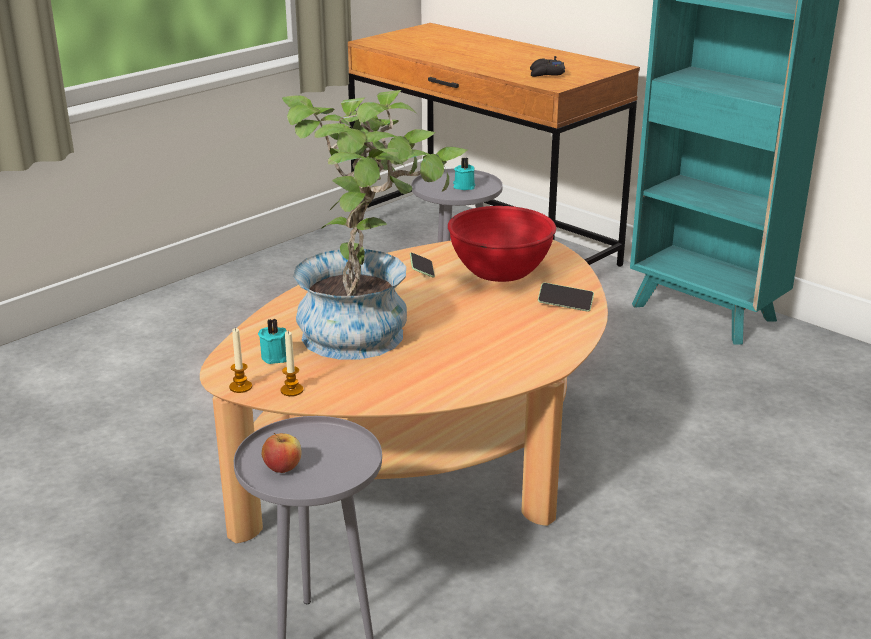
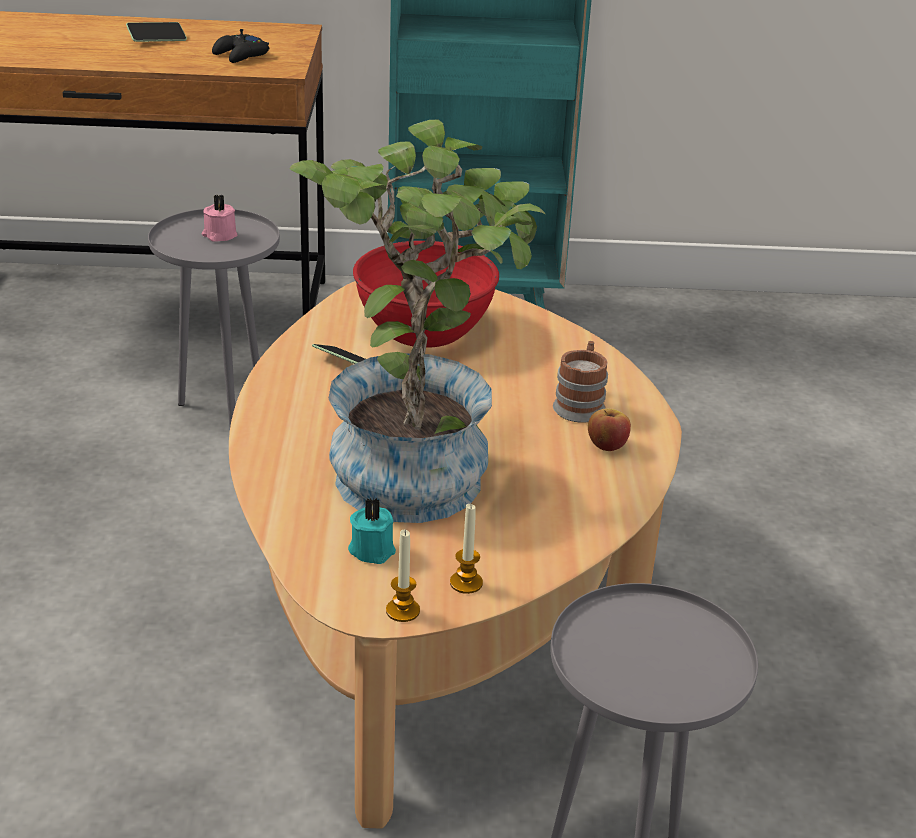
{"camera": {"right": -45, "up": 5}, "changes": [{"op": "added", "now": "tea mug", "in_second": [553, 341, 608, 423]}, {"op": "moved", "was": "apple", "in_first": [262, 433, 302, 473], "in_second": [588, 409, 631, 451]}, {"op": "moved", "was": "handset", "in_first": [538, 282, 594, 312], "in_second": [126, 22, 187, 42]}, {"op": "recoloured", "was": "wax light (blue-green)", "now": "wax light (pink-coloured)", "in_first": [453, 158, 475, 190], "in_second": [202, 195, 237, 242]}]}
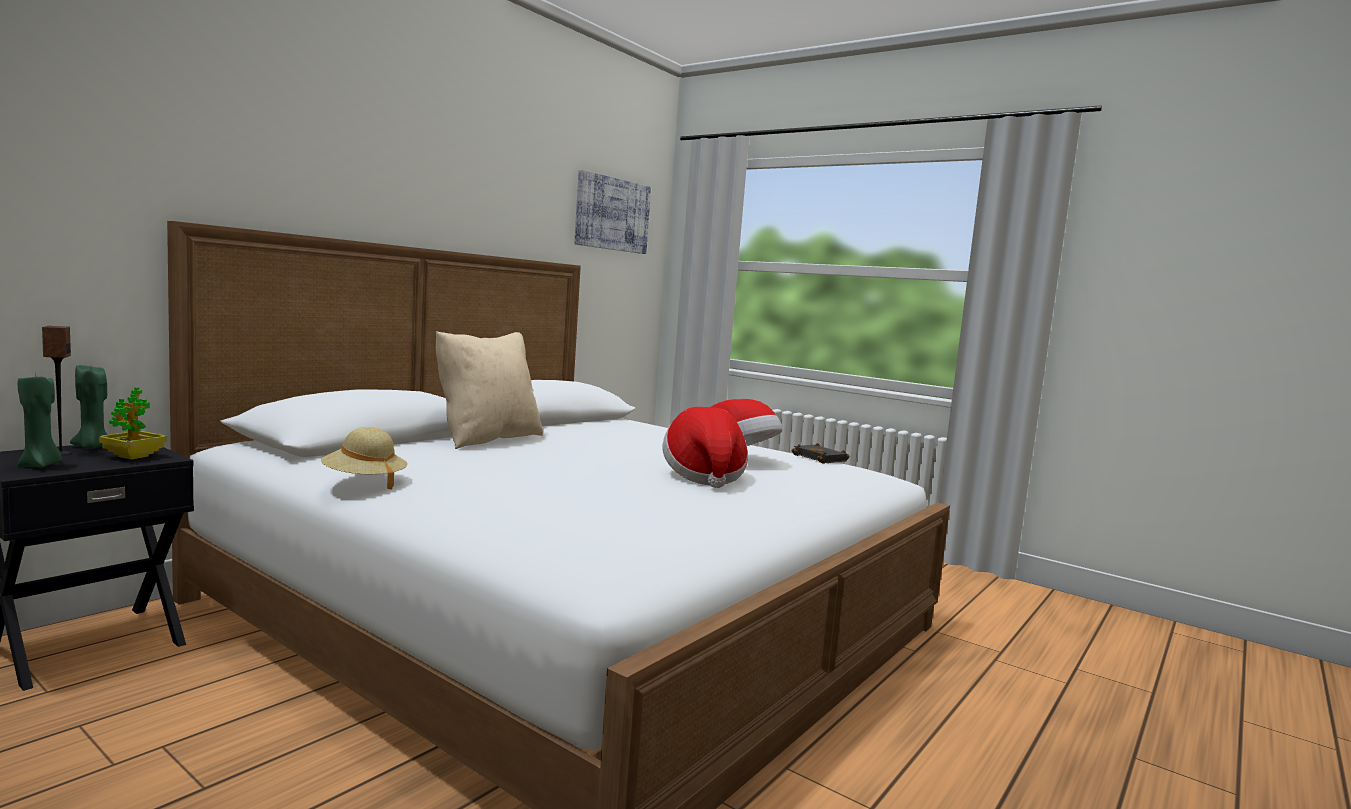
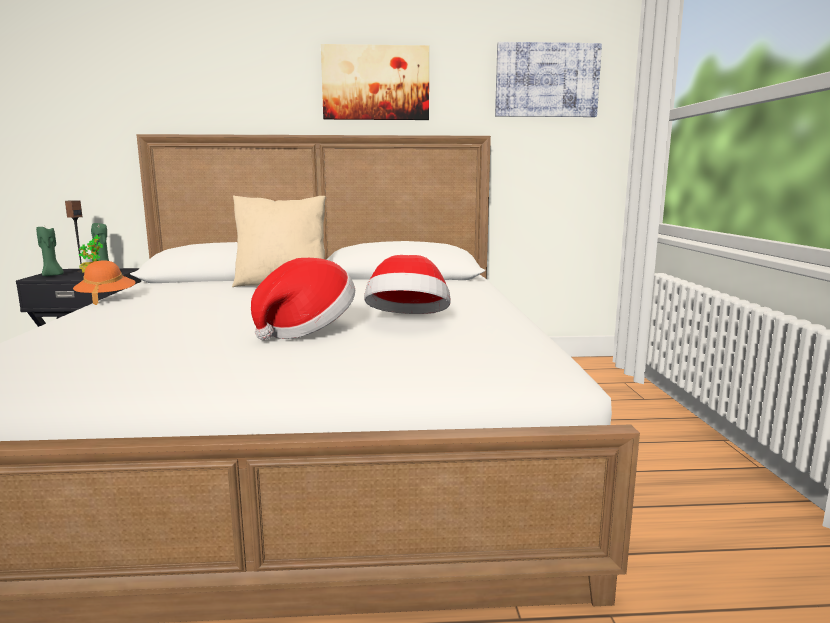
{"camera": {"right": 50, "up": 5}, "changes": [{"op": "removed", "was": "volume (black-coloured)", "in_first": [791, 443, 849, 464]}, {"op": "added", "now": "wall picture", "in_second": [321, 44, 429, 120]}, {"op": "recoloured", "was": "wearable hat (beige-coloured)", "now": "wearable hat (orangey)", "in_first": [321, 427, 408, 490], "in_second": [73, 260, 136, 305]}]}
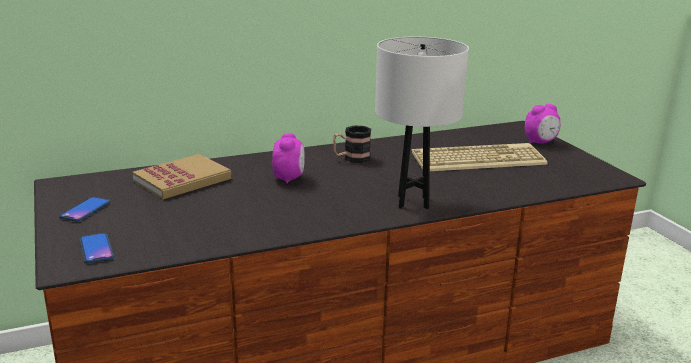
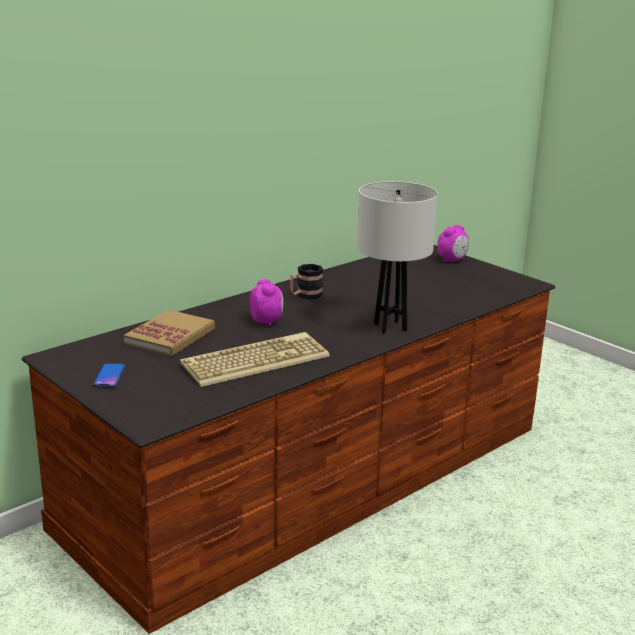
{"camera": {"right": -20, "up": 0}, "changes": [{"op": "removed", "was": "handset", "in_first": [80, 233, 114, 263]}, {"op": "moved", "was": "computer keyboard", "in_first": [412, 143, 548, 171], "in_second": [180, 332, 330, 387]}]}
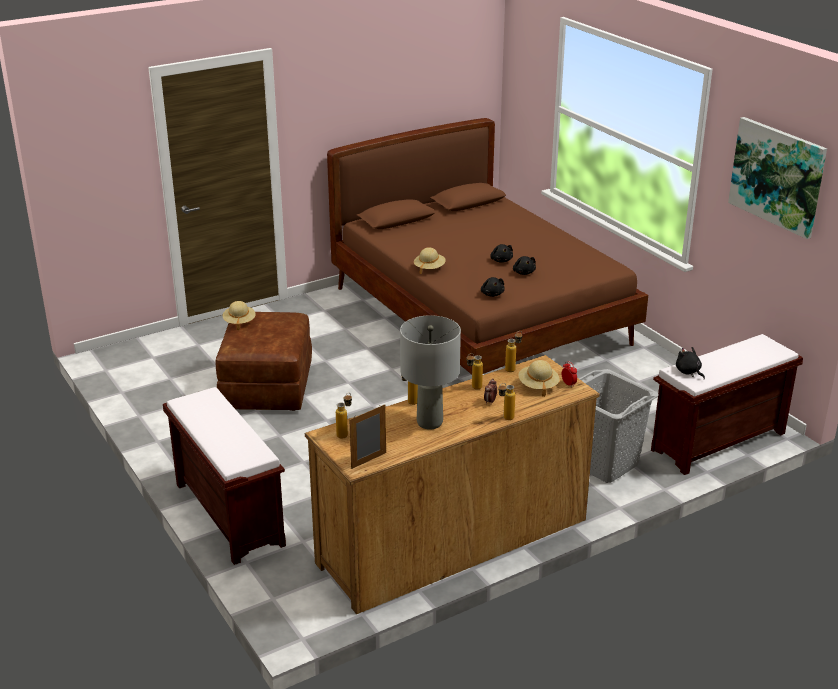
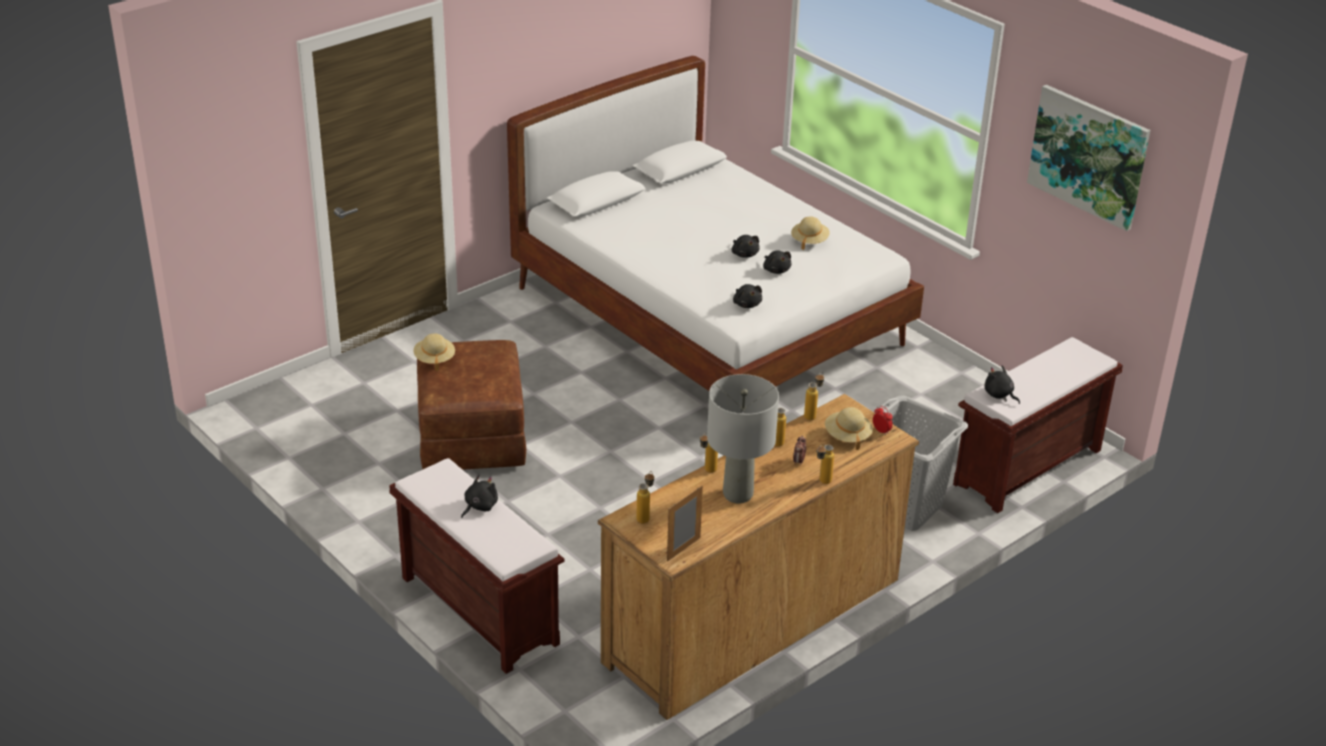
{"camera": {"right": -10, "up": 5}, "changes": [{"op": "added", "now": "plush toy (black-coloured)", "in_second": [461, 475, 498, 518]}, {"op": "moved", "was": "wearable hat (beige-coloured)", "in_first": [414, 247, 446, 274], "in_second": [791, 216, 830, 250]}, {"op": "recoloured", "was": "bedroom bed (brown)", "now": "bedroom bed (white)", "in_first": [327, 118, 648, 375], "in_second": [507, 56, 924, 391]}]}
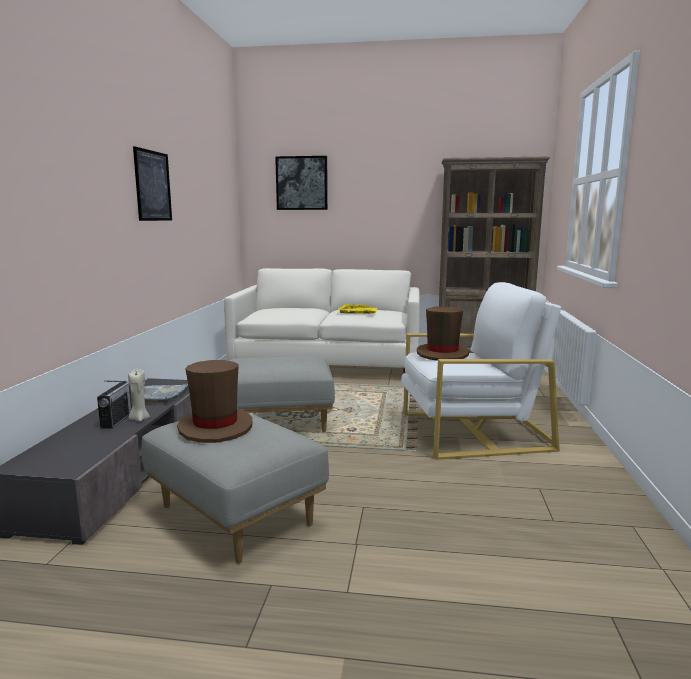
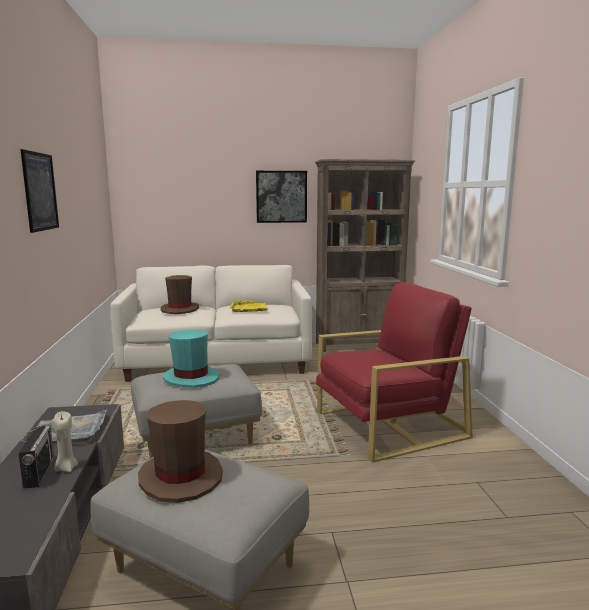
{"camera": {"right": -15, "up": 0}, "changes": [{"op": "added", "now": "wearable hat (blue-green)", "in_second": [163, 329, 219, 388]}, {"op": "moved", "was": "wall picture", "in_first": [275, 156, 328, 210], "in_second": [256, 171, 307, 223]}, {"op": "moved", "was": "wearable hat (brown)", "in_first": [417, 307, 469, 361], "in_second": [161, 275, 199, 314]}, {"op": "recoloured", "was": "lounge chair (white)", "now": "lounge chair (red-coloured)", "in_first": [401, 282, 561, 460], "in_second": [316, 282, 473, 463]}]}
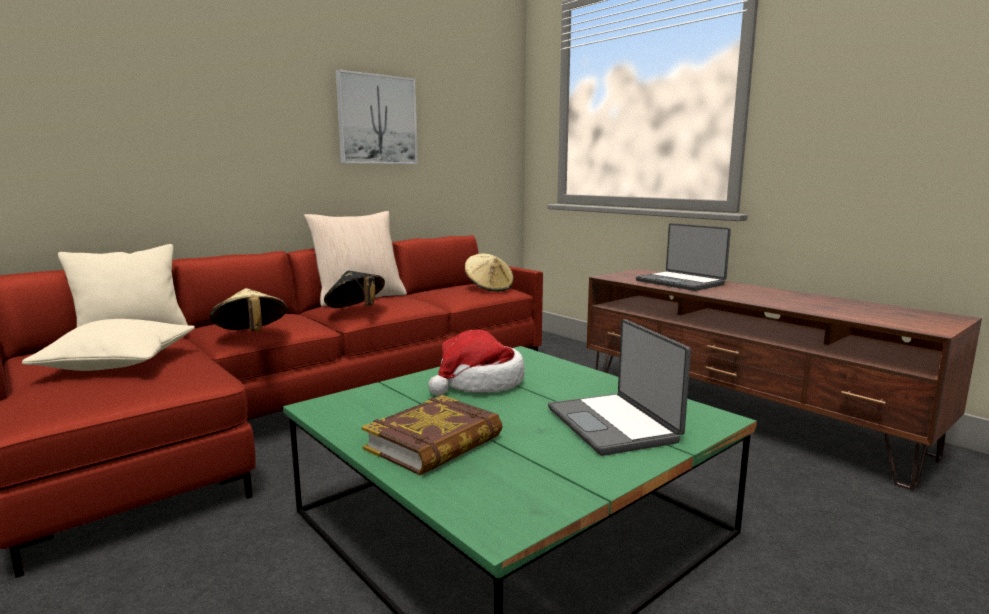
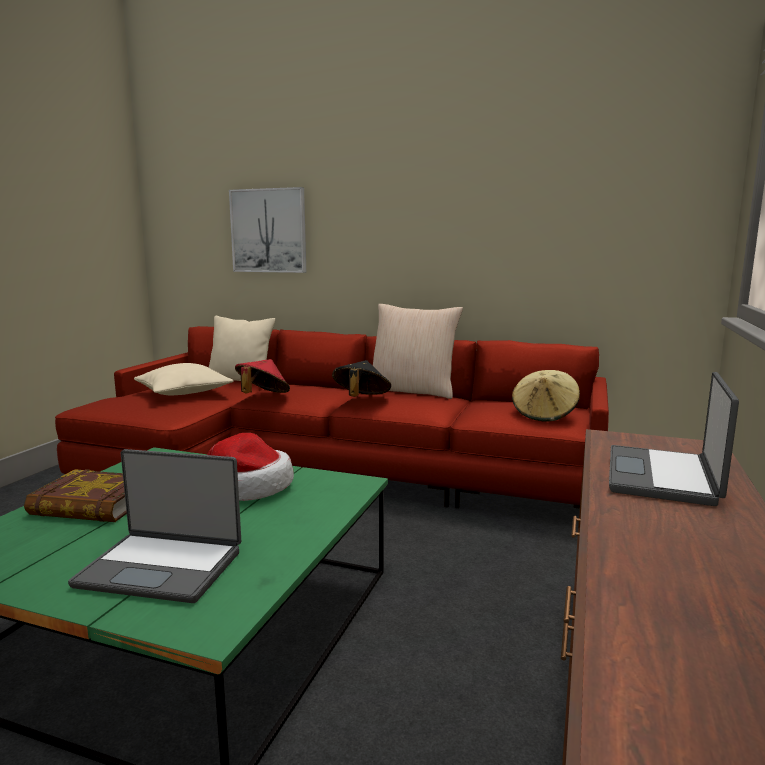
{"camera": {"right": 60, "up": 0}, "changes": [{"op": "moved", "was": "wall picture", "in_first": [335, 70, 418, 164], "in_second": [229, 187, 306, 273]}, {"op": "recoloured", "was": "wearable hat (beige-coloured)", "now": "wearable hat (red-coloured)", "in_first": [210, 288, 288, 331], "in_second": [235, 359, 290, 393]}, {"op": "turned", "was": "notebook computer", "in_first": [548, 319, 691, 456], "in_second": [68, 449, 241, 603], "clockwise": -120}]}
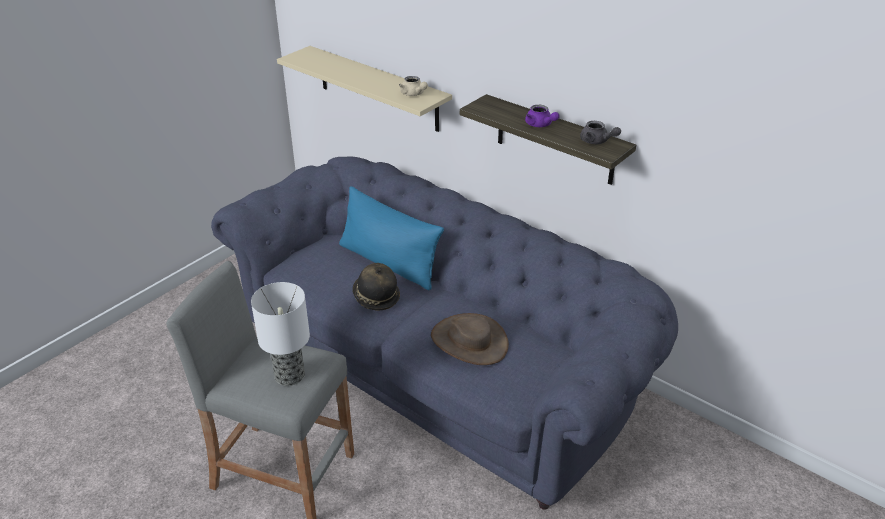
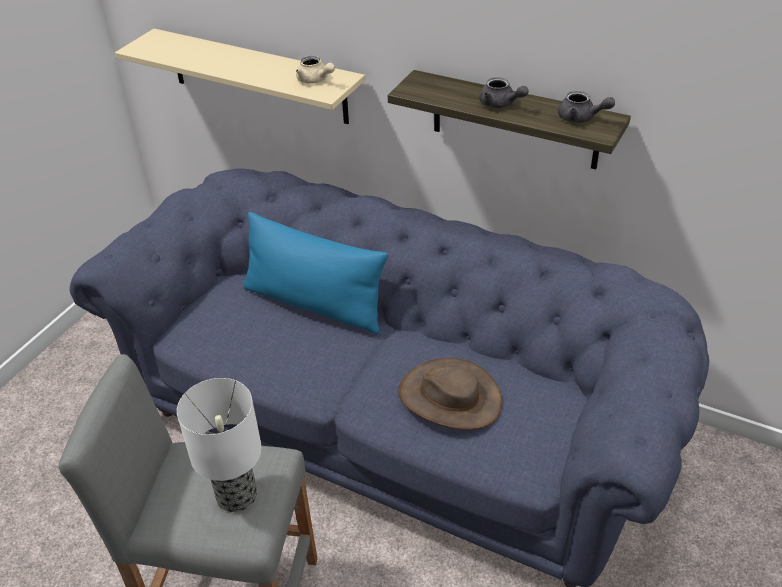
{"camera": {"right": -10, "up": 5}, "changes": [{"op": "removed", "was": "wearable hat", "in_first": [353, 263, 400, 311]}, {"op": "recoloured", "was": "teapot (purple)", "now": "teapot (greyish)", "in_first": [525, 105, 559, 127], "in_second": [479, 77, 529, 108]}]}
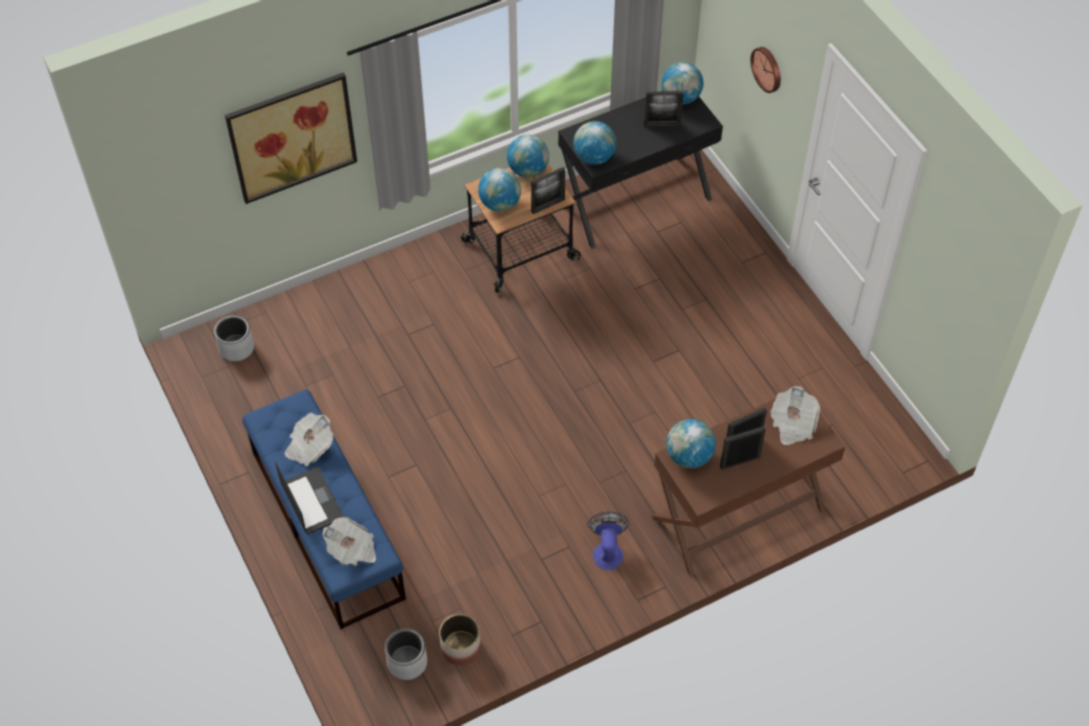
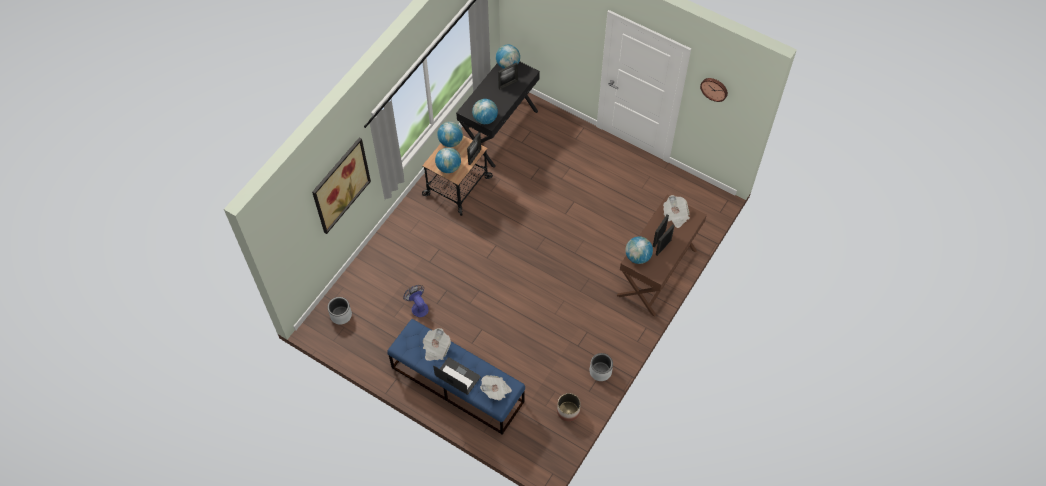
{"camera": {"right": -30, "up": 5}, "changes": [{"op": "moved", "was": "plant pot (greyish)", "in_first": [385, 628, 427, 680], "in_second": [590, 353, 613, 381]}, {"op": "moved", "was": "electric fan", "in_first": [587, 511, 629, 570], "in_second": [403, 285, 429, 317]}, {"op": "moved", "was": "wall clock", "in_first": [751, 47, 781, 93], "in_second": [700, 78, 728, 102]}]}
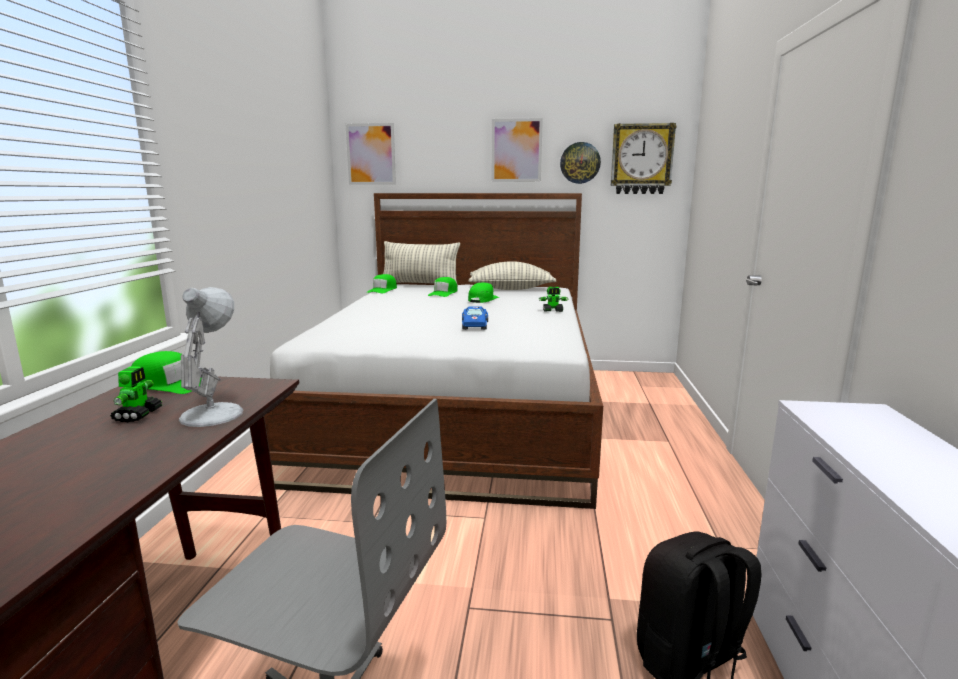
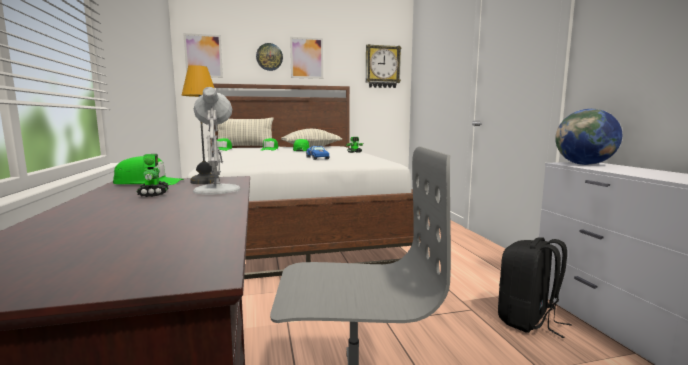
{"camera": {"right": -20, "up": -5}, "changes": [{"op": "added", "now": "lamp for a table", "in_second": [182, 65, 220, 184]}, {"op": "added", "now": "globe", "in_second": [555, 109, 622, 165]}, {"op": "moved", "was": "wall clock", "in_first": [560, 142, 601, 184], "in_second": [256, 43, 283, 71]}]}
